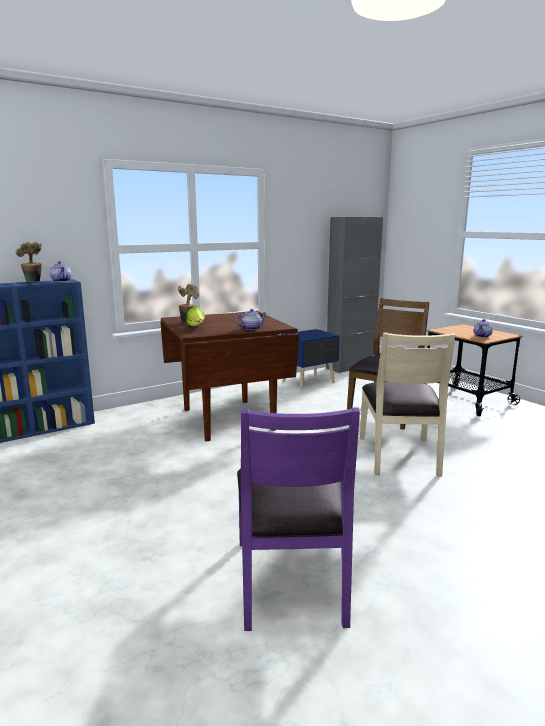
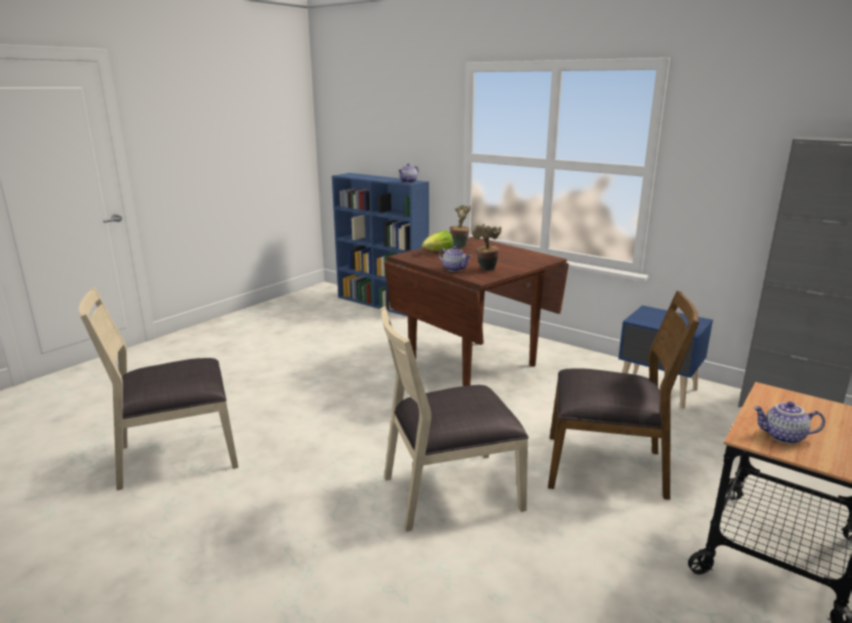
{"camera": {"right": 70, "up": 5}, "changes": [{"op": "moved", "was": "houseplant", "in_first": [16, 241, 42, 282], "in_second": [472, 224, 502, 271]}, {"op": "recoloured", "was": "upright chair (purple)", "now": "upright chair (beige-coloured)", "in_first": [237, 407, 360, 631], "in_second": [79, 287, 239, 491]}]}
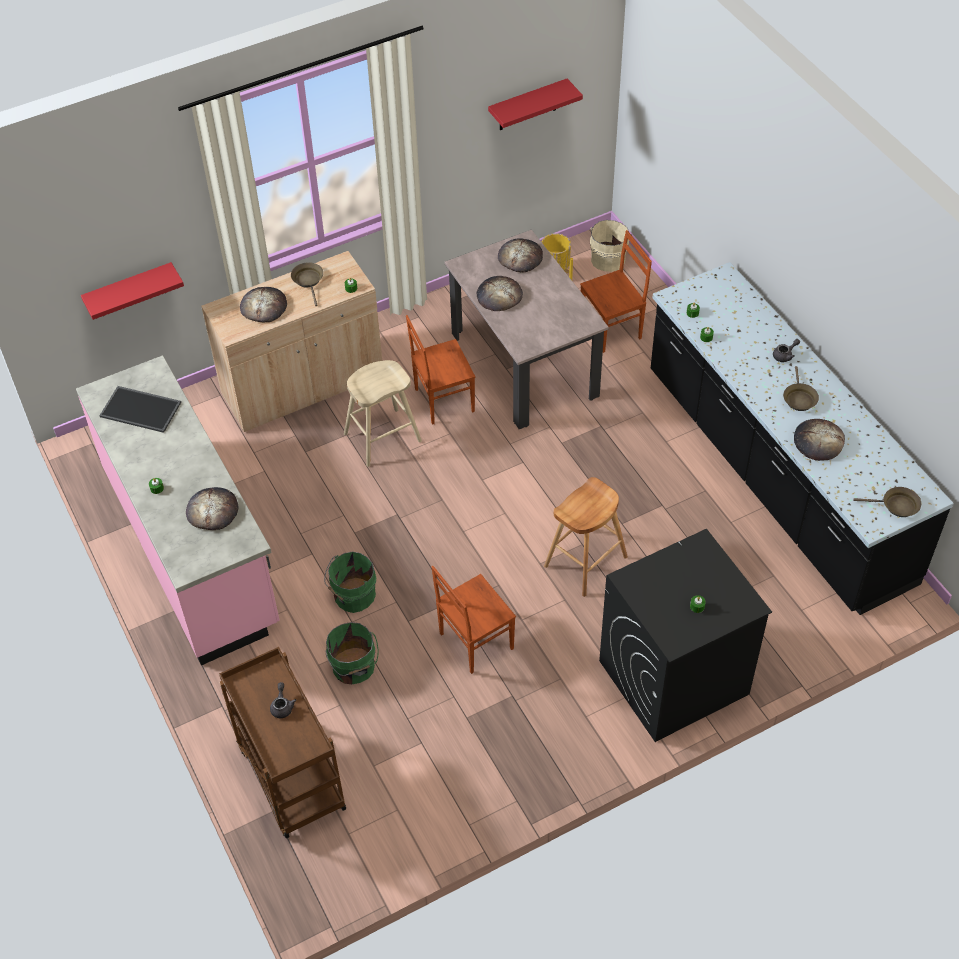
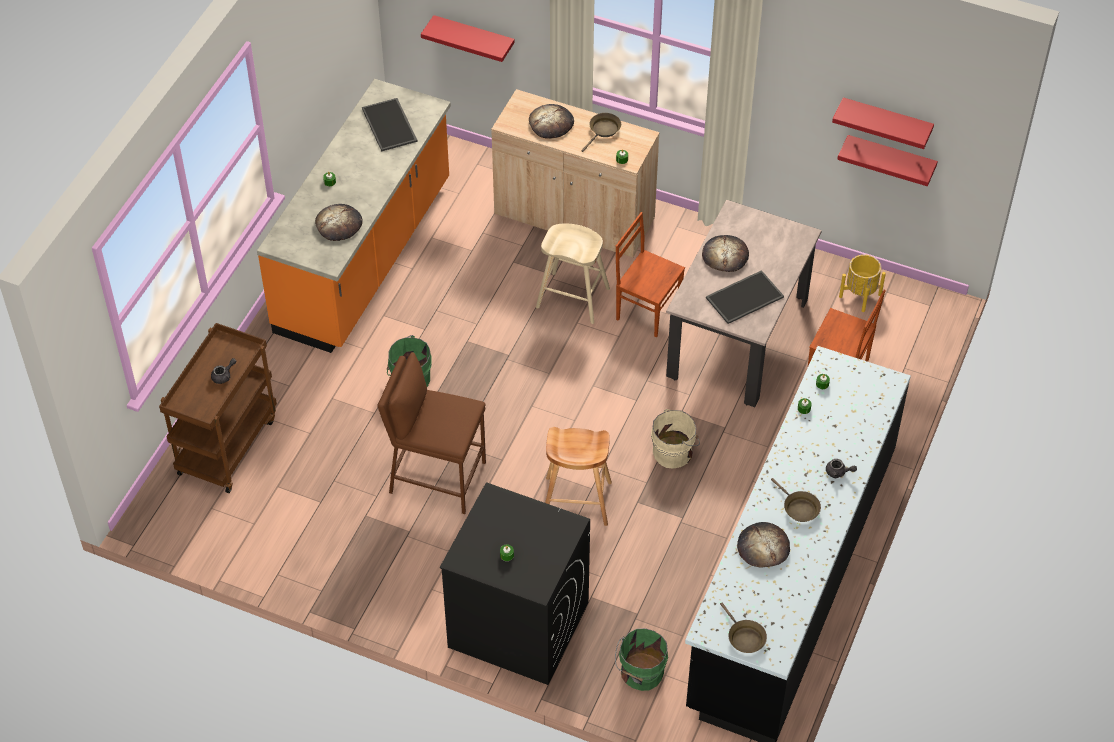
{"camera": {"right": 50, "up": 0}, "changes": [{"op": "removed", "was": "baked bread", "in_first": [498, 238, 543, 273]}, {"op": "added", "now": "carrying tray", "in_second": [706, 270, 784, 324]}, {"op": "added", "now": "shelf (red-coloured)", "in_second": [837, 135, 938, 186]}, {"op": "moved", "was": "water bucket (green)", "in_first": [326, 622, 379, 684], "in_second": [615, 628, 668, 691]}, {"op": "moved", "was": "water bucket (beige-coloured)", "in_first": [590, 220, 632, 272], "in_second": [651, 409, 700, 469]}, {"op": "replaced", "was": "upright chair (brown)", "now": "stool seat (brown)", "in_first": [431, 566, 516, 674], "in_second": [377, 352, 486, 514]}, {"op": "recoloured", "was": "kitchen base unit (pink-coloured)", "now": "kitchen base unit (orangey)", "in_first": [76, 355, 280, 665], "in_second": [257, 79, 451, 353]}, {"op": "turned", "was": "pan (brown)", "in_first": [783, 366, 819, 411], "in_second": [771, 478, 821, 522], "clockwise": -90}]}
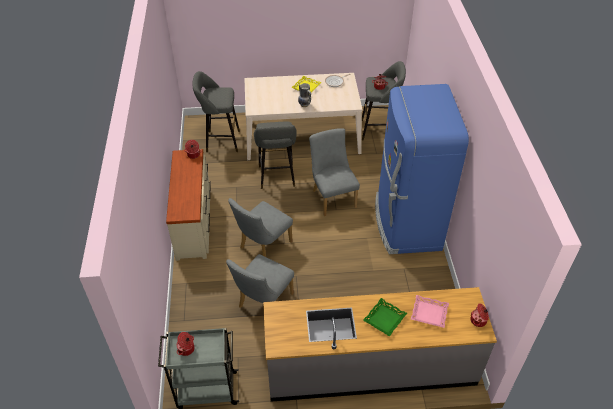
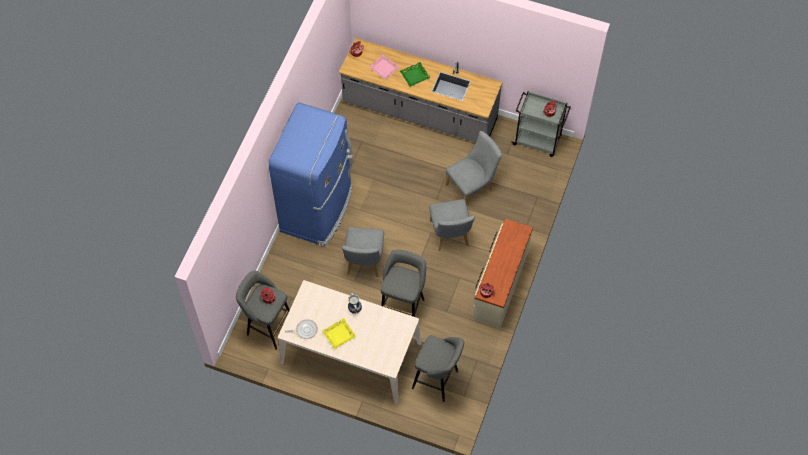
{"camera": {"right": -155, "up": 15}, "changes": [{"op": "turned", "was": "upright chair (greyish)", "in_first": [228, 198, 293, 257], "in_second": [429, 199, 475, 251], "clockwise": 105}]}
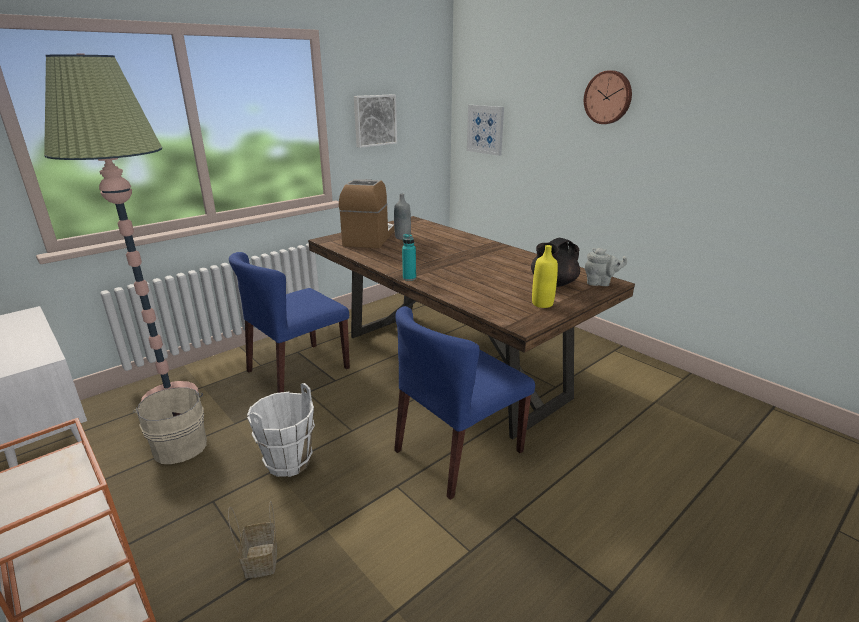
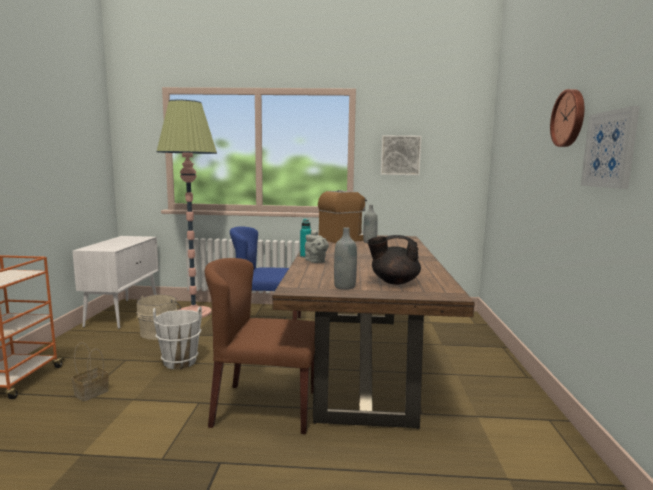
{"camera": {"right": 45, "up": -15}, "changes": [{"op": "moved", "was": "wall picture", "in_first": [467, 105, 504, 156], "in_second": [581, 106, 640, 189]}, {"op": "moved", "was": "teapot (greyish)", "in_first": [585, 248, 627, 286], "in_second": [305, 230, 329, 263]}, {"op": "recoloured", "was": "upright chair (bluish)", "now": "upright chair (brown)", "in_first": [394, 306, 535, 500], "in_second": [205, 258, 315, 434]}, {"op": "recoloured", "was": "bottle (yellowish)", "now": "bottle (greyish)", "in_first": [532, 245, 558, 308], "in_second": [334, 227, 357, 290]}]}
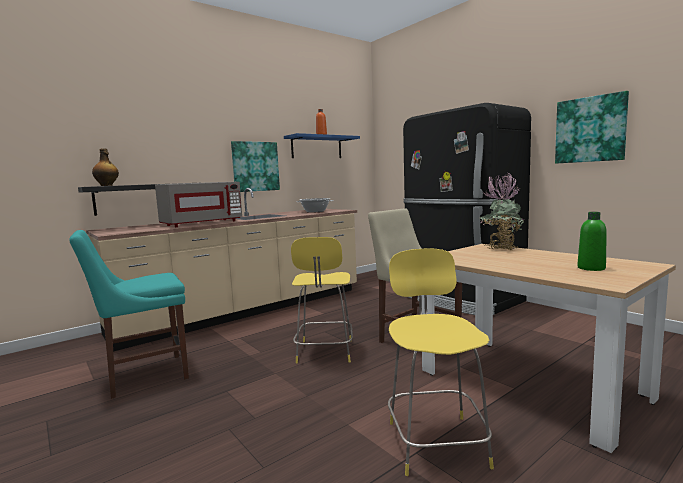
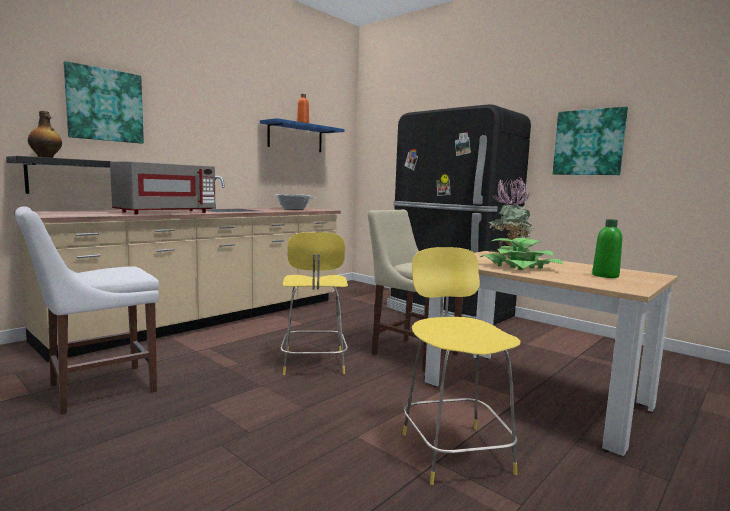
{"camera": {"right": -10, "up": 0}, "changes": [{"op": "added", "now": "houseplant", "in_second": [479, 238, 563, 270]}, {"op": "moved", "was": "wall picture", "in_first": [231, 141, 280, 192], "in_second": [64, 61, 144, 144]}, {"op": "recoloured", "was": "upright chair (blue-green)", "now": "upright chair (white)", "in_first": [69, 230, 189, 399], "in_second": [15, 206, 159, 415]}]}
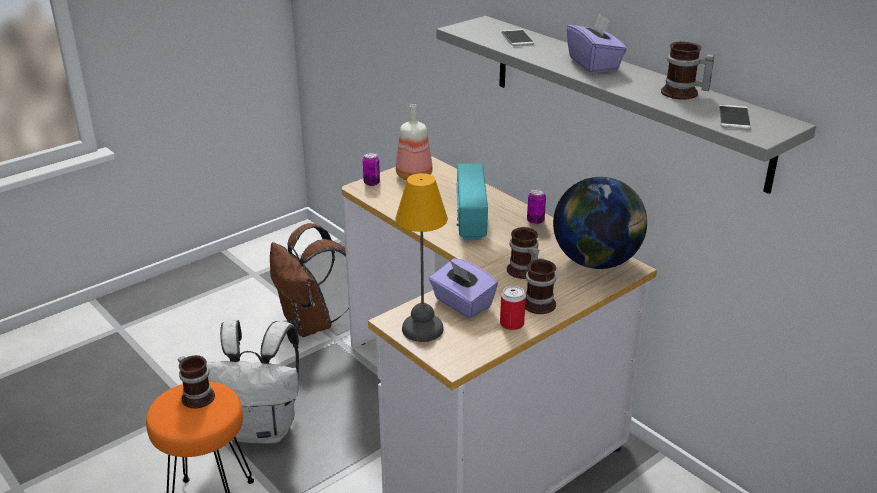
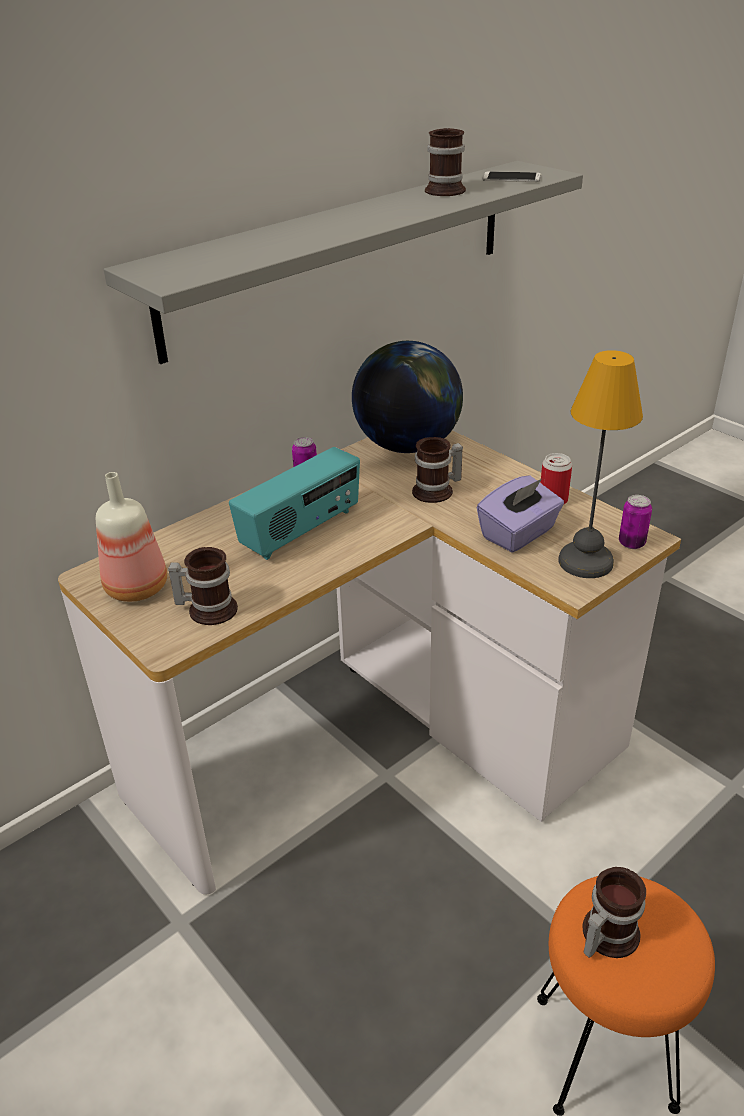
{"camera": {"right": -90, "up": 5}, "changes": [{"op": "removed", "was": "rucksack (white)", "in_first": [206, 320, 299, 444]}, {"op": "removed", "was": "rucksack (brown)", "in_first": [270, 223, 349, 337]}, {"op": "removed", "was": "handset", "in_first": [501, 29, 534, 46]}, {"op": "removed", "was": "tissue box (purple)", "in_first": [567, 13, 627, 73]}, {"op": "moved", "was": "sealed can", "in_first": [363, 152, 380, 186], "in_second": [619, 495, 652, 549]}, {"op": "moved", "was": "tea mug", "in_first": [525, 258, 556, 314], "in_second": [168, 547, 238, 625]}, {"op": "turned", "was": "radio receiver", "in_first": [457, 164, 488, 241], "in_second": [229, 447, 360, 560], "clockwise": -45}]}
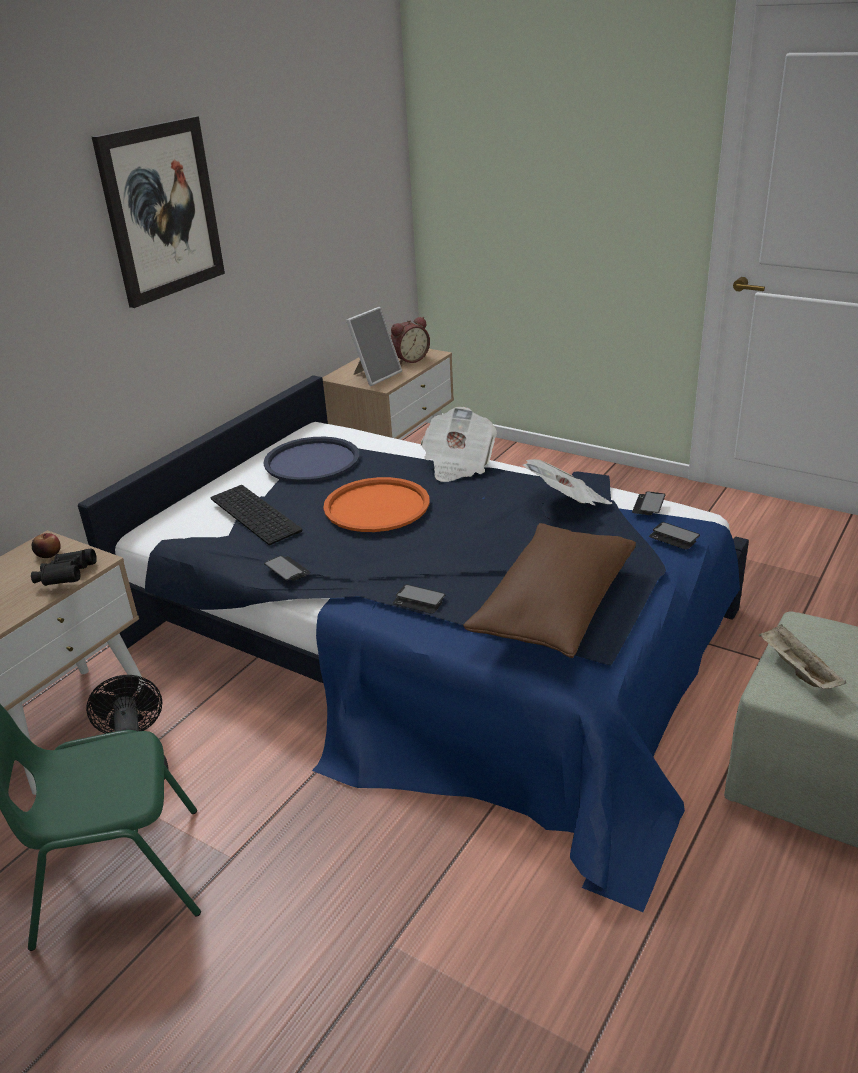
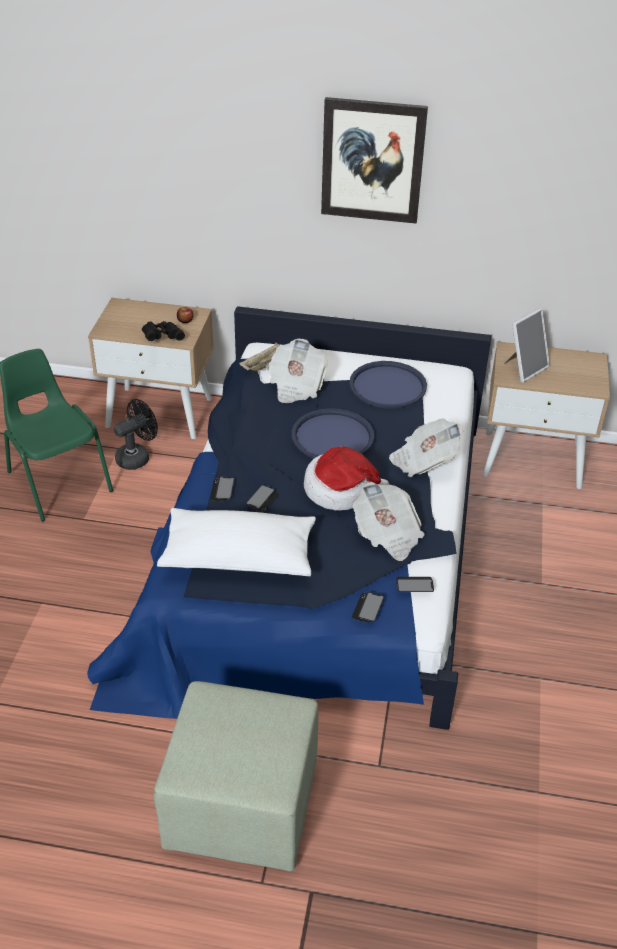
{"camera": {"right": 65, "up": 10}, "changes": [{"op": "removed", "was": "bedside clock", "in_first": [391, 317, 430, 364]}, {"op": "added", "now": "wearable hat", "in_second": [304, 447, 389, 511]}, {"op": "moved", "was": "handset", "in_first": [264, 556, 311, 581], "in_second": [246, 485, 280, 513]}, {"op": "moved", "was": "carrying tray (beige-coloured)", "in_first": [759, 624, 847, 689], "in_second": [239, 343, 280, 371]}, {"op": "replaced", "was": "computer keyboard", "now": "printed paper", "in_first": [210, 485, 302, 545], "in_second": [268, 339, 328, 403]}, {"op": "recoloured", "was": "carrying tray (orangey)", "now": "carrying tray (bluish)", "in_first": [323, 477, 430, 532], "in_second": [292, 408, 374, 459]}, {"op": "recoloured", "was": "cushion (brown)", "now": "cushion (white)", "in_first": [463, 523, 636, 658], "in_second": [157, 508, 316, 576]}, {"op": "turned", "was": "standing frame", "in_first": [346, 307, 402, 386], "in_second": [504, 308, 550, 382], "clockwise": -60}]}
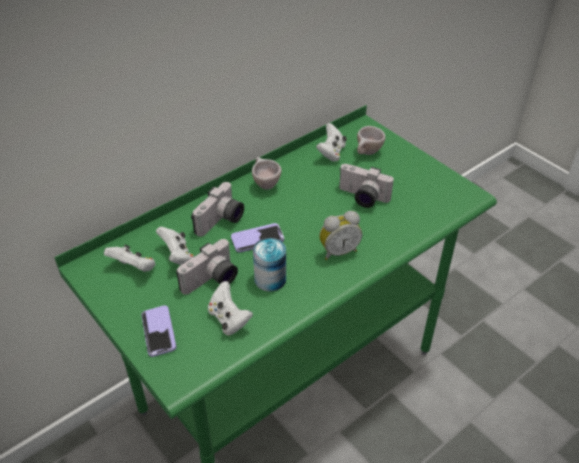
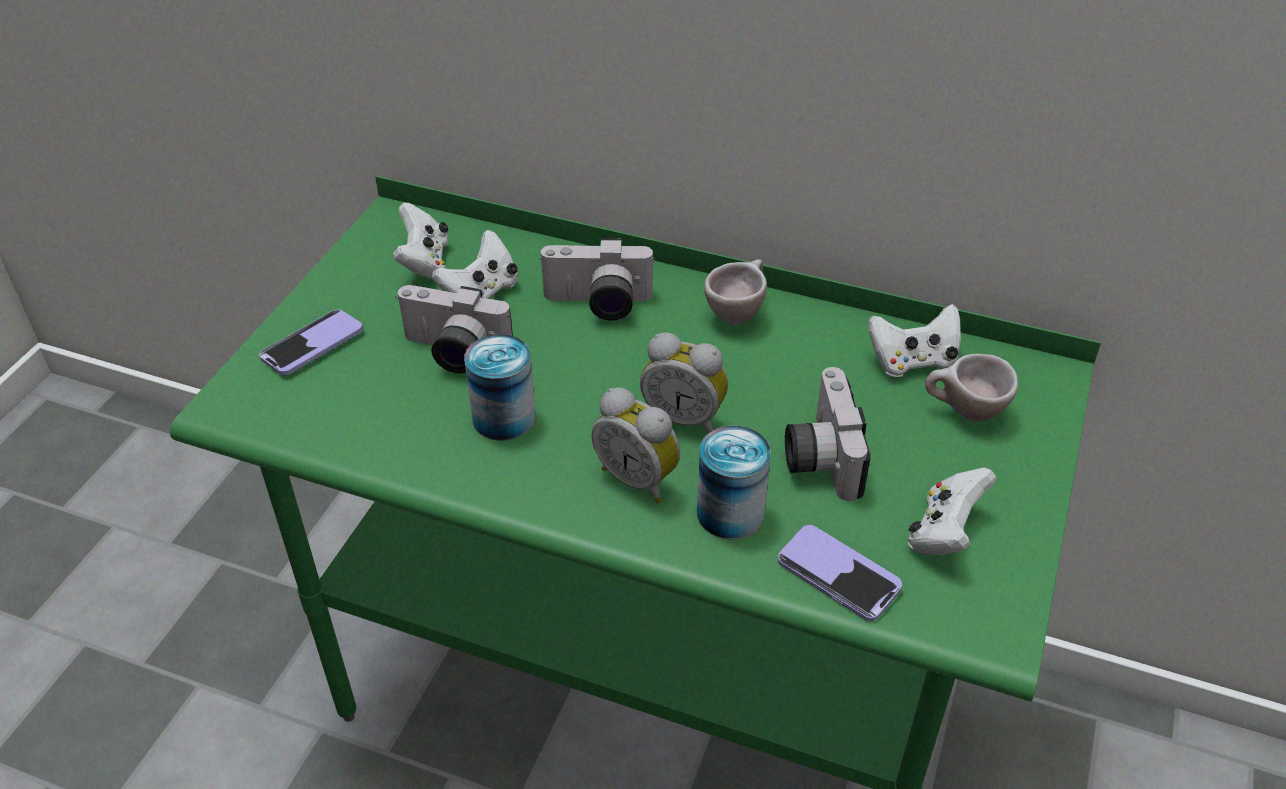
{"camera": {"right": 60, "up": 0}, "changes": [{"op": "added", "now": "bedside clock", "in_second": [640, 332, 728, 434]}, {"op": "added", "now": "sealed can", "in_second": [697, 426, 771, 539]}, {"op": "moved", "was": "game controller (white)", "in_first": [208, 281, 253, 335], "in_second": [908, 468, 996, 555]}, {"op": "moved", "was": "handset", "in_first": [231, 223, 284, 253], "in_second": [778, 525, 902, 621]}]}
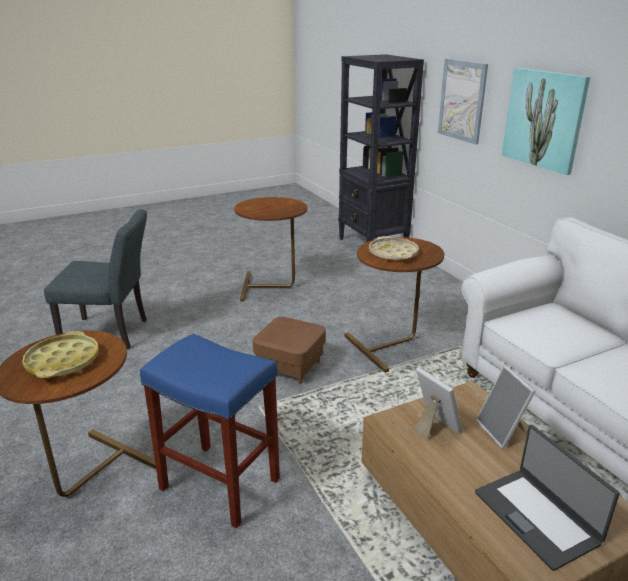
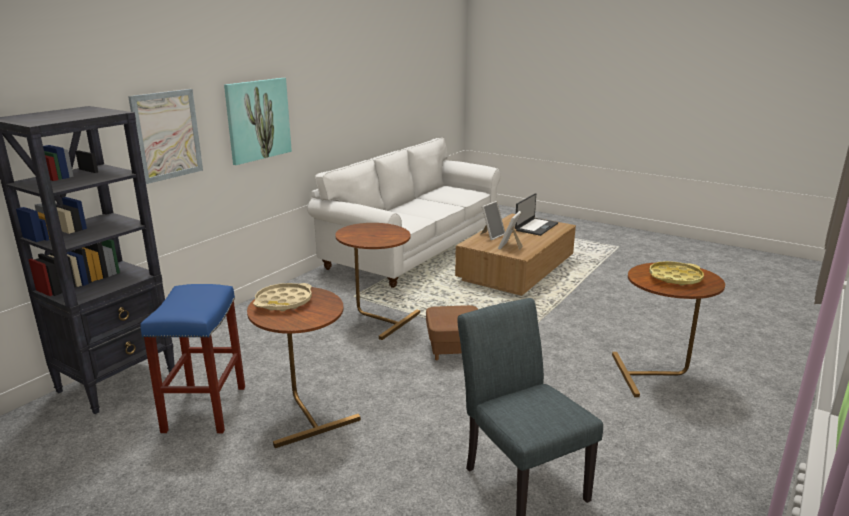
{"camera": {"right": -120, "up": -5}, "changes": [{"op": "moved", "was": "stool seat (bluish)", "in_first": [140, 334, 280, 528], "in_second": [141, 284, 245, 433]}, {"op": "moved", "was": "carrying tray (beige-coloured)", "in_first": [369, 236, 419, 260], "in_second": [253, 283, 312, 312]}]}
